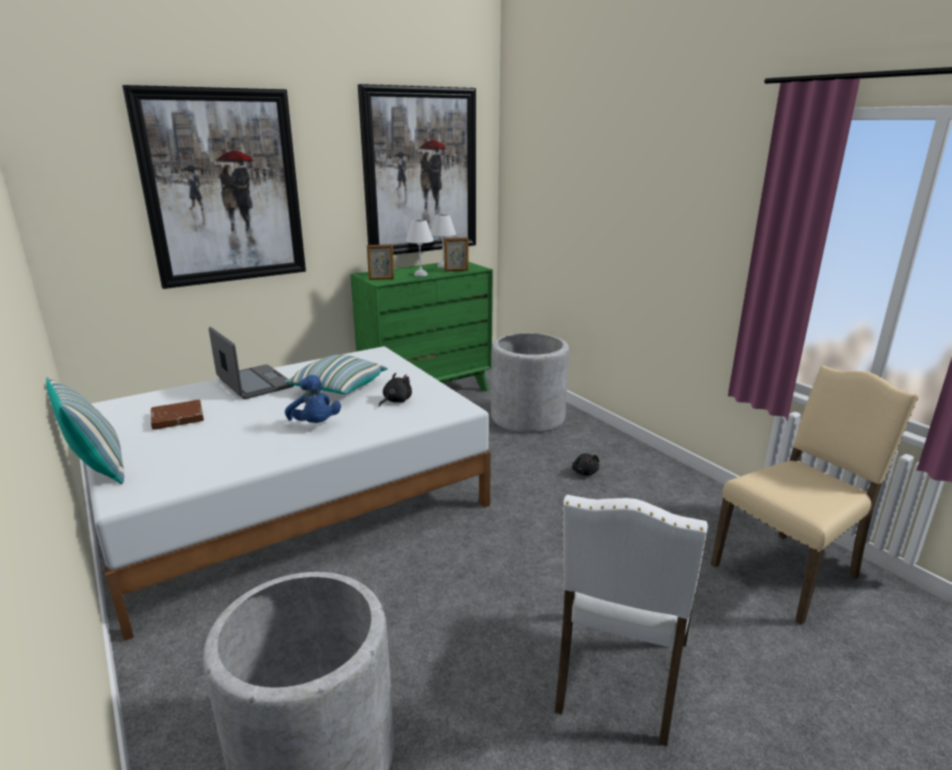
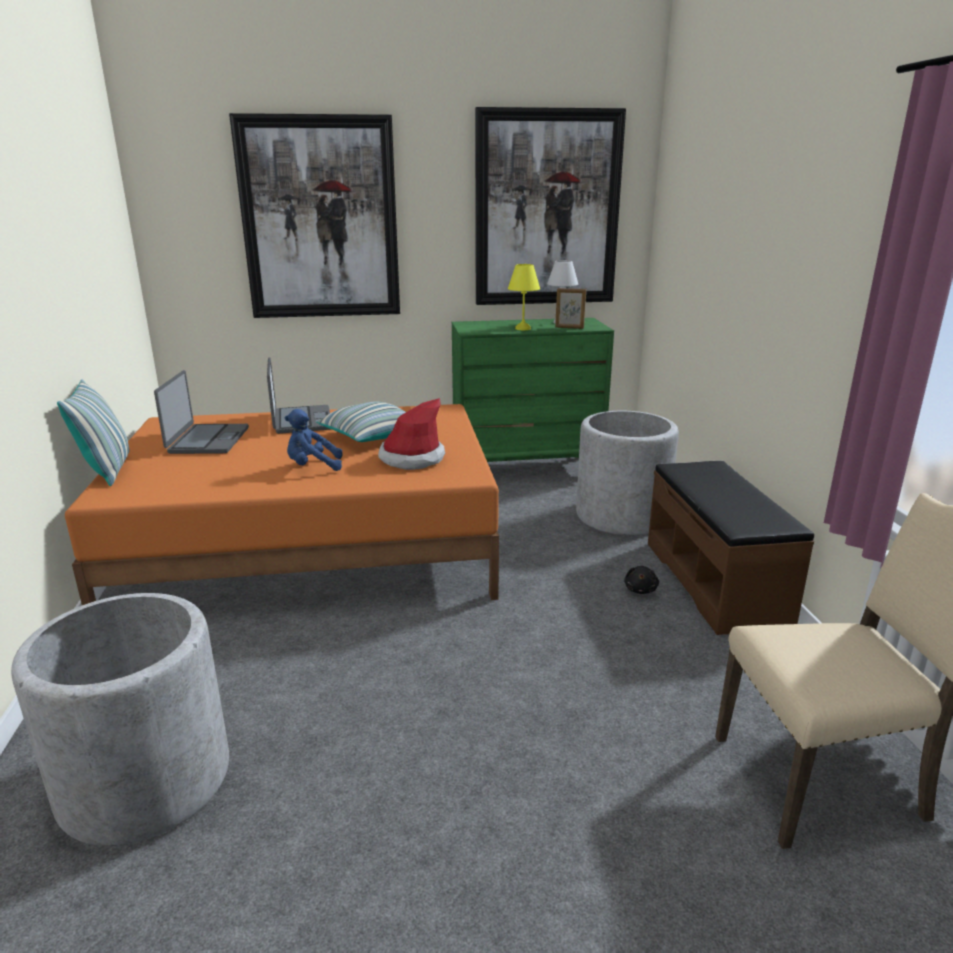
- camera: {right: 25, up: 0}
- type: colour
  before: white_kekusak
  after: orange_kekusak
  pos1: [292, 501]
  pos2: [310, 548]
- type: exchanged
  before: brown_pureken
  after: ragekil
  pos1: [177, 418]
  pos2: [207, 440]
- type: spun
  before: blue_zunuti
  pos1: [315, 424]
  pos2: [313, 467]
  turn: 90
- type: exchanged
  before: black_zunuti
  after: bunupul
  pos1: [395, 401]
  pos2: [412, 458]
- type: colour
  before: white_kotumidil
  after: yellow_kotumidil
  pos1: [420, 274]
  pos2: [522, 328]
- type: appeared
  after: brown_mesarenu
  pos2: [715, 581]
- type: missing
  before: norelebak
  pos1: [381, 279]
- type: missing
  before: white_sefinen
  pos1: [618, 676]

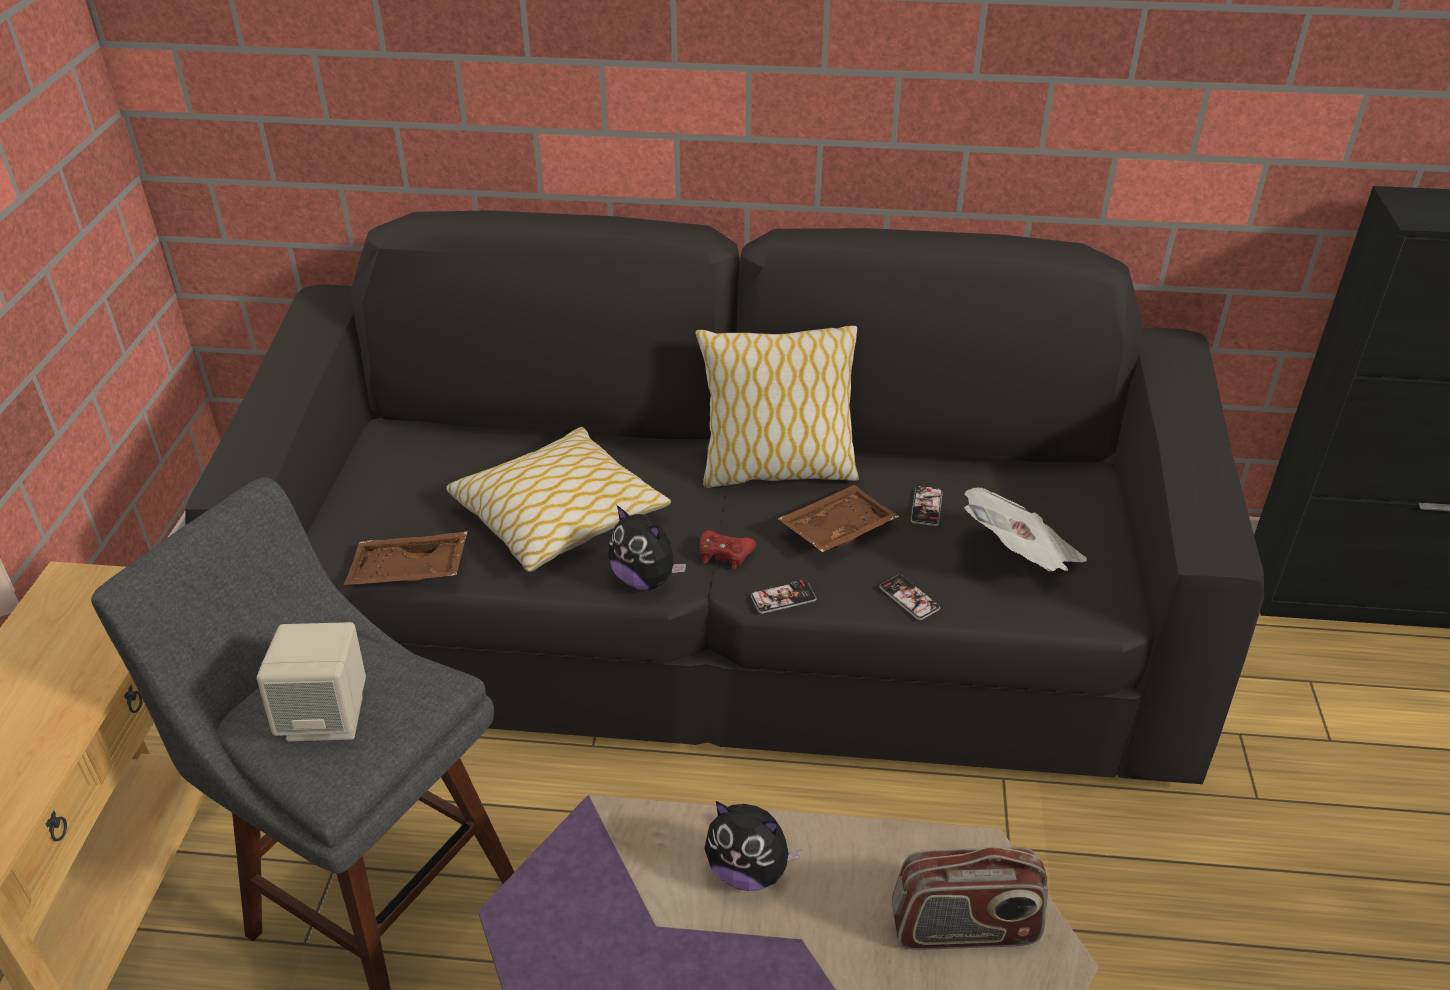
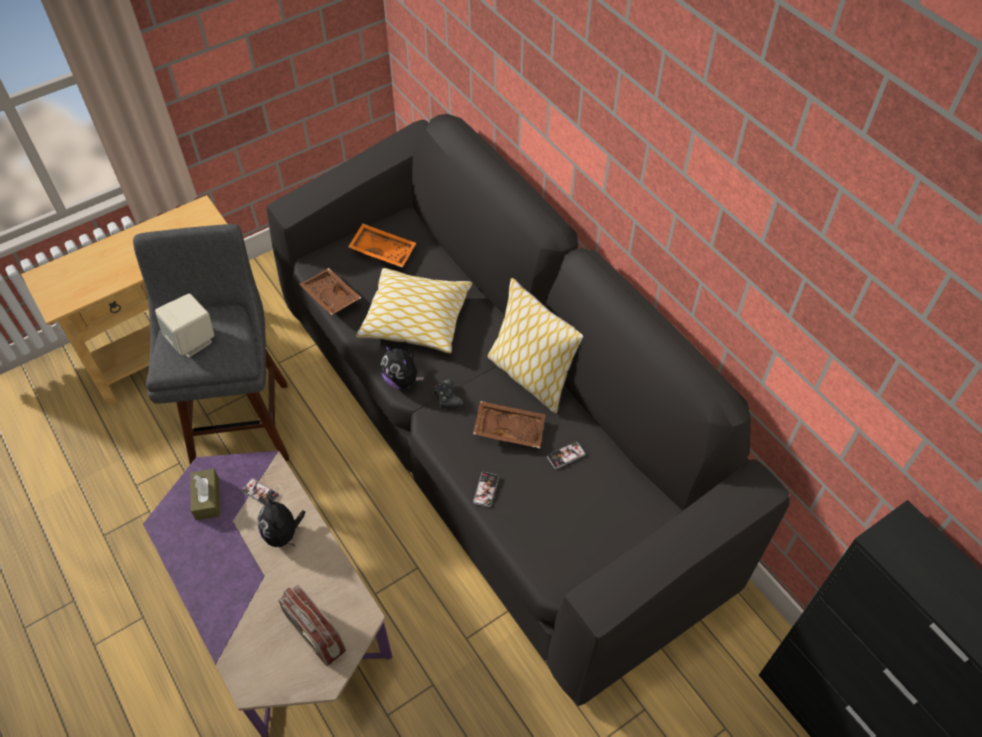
- camera: {right: 50, up: 15}
- type: appeared
  after: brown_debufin
  pos2: [207, 499]
- type: relocated
  before: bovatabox
  pos1: [783, 598]
  pos2: [260, 493]
- type: appeared
  after: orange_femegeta
  pos2: [383, 250]
- type: spun
  before: zunuti
  pos1: [645, 579]
  pos2: [402, 380]
  turn: -45
- type: colour
  before: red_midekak
  after: black_midekak
  pos1: [725, 554]
  pos2: [447, 397]
- type: missing
  before: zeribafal
  pos1: [1020, 557]

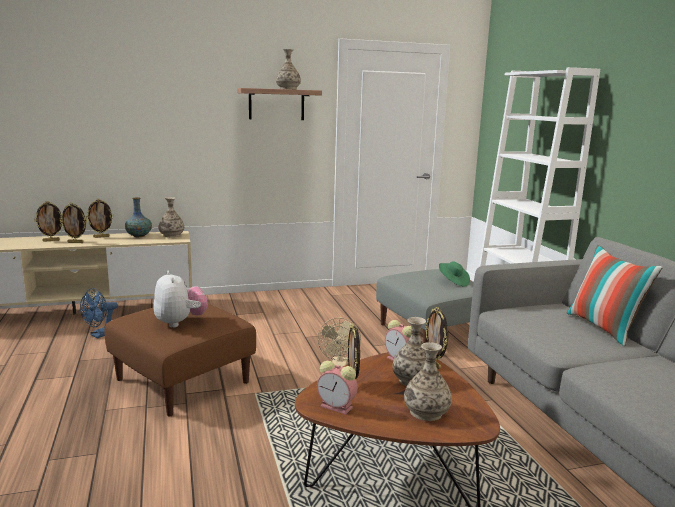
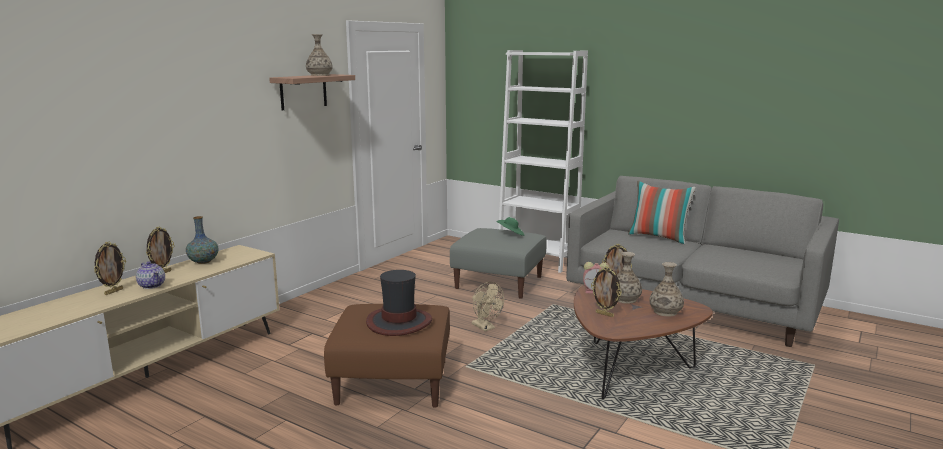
- camera: {right: -40, up: 0}
- type: exchanged
  before: norelebak
  after: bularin
  pos1: [76, 242]
  pos2: [152, 285]
- type: exchanged
  before: zunuti
  after: bunupul
  pos1: [180, 322]
  pos2: [399, 322]
- type: missing
  before: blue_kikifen
  pos1: [100, 335]
- type: missing
  before: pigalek
  pos1: [172, 235]
- type: missing
  before: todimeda
  pos1: [338, 407]

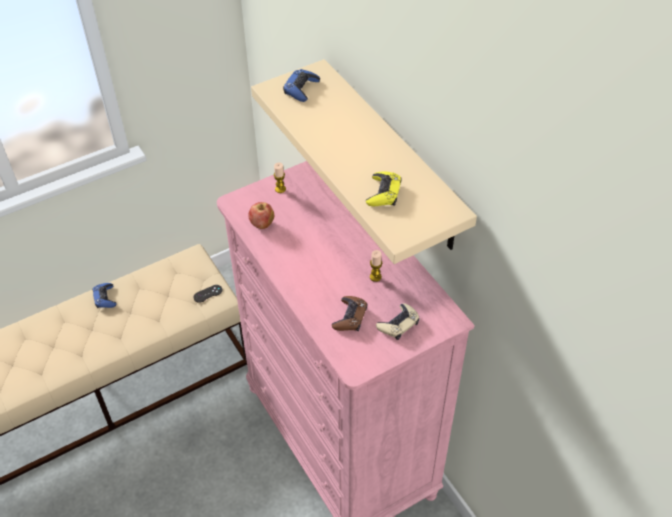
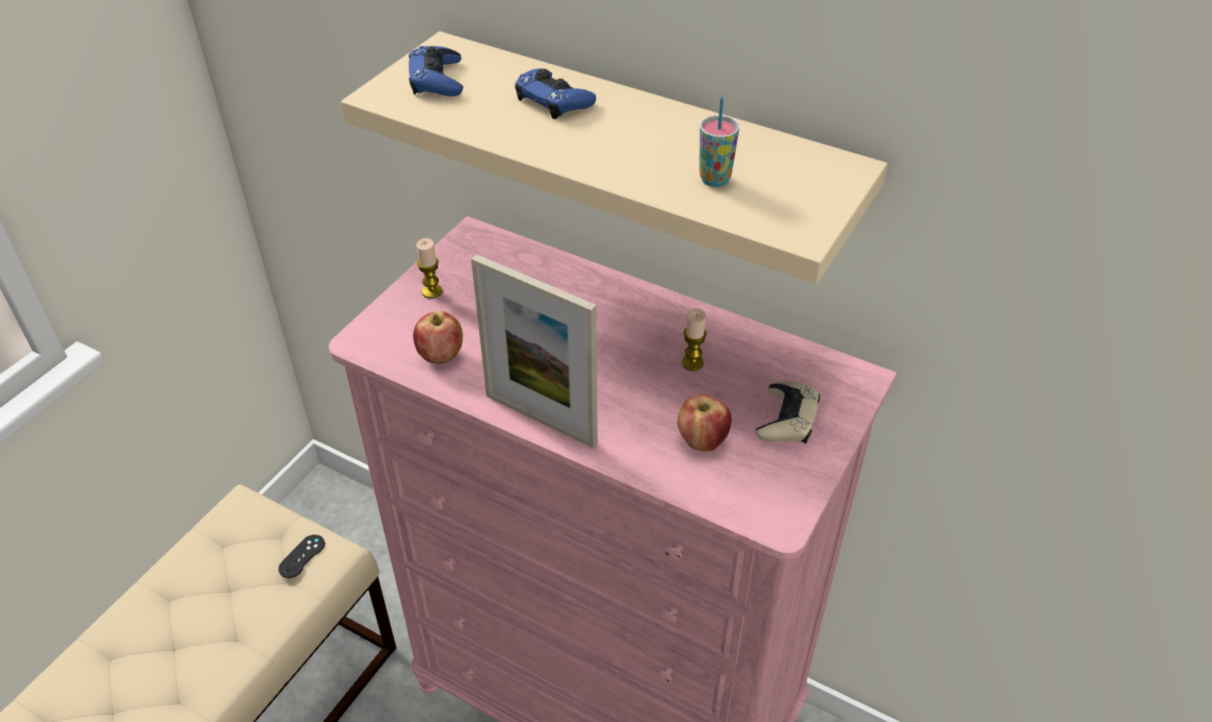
- camera: {right: -30, up: -5}
- type: appeared
  after: norelebak
  pos2: [540, 419]
- type: relocated
  before: blue_midekak
  pos1: [105, 298]
  pos2: [553, 100]
- type: exchanged
  before: brown_midekak
  after: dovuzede
  pos1: [350, 317]
  pos2: [702, 441]
- type: exchanged
  before: yellow_midekak
  after: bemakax
  pos1: [383, 193]
  pos2: [715, 179]

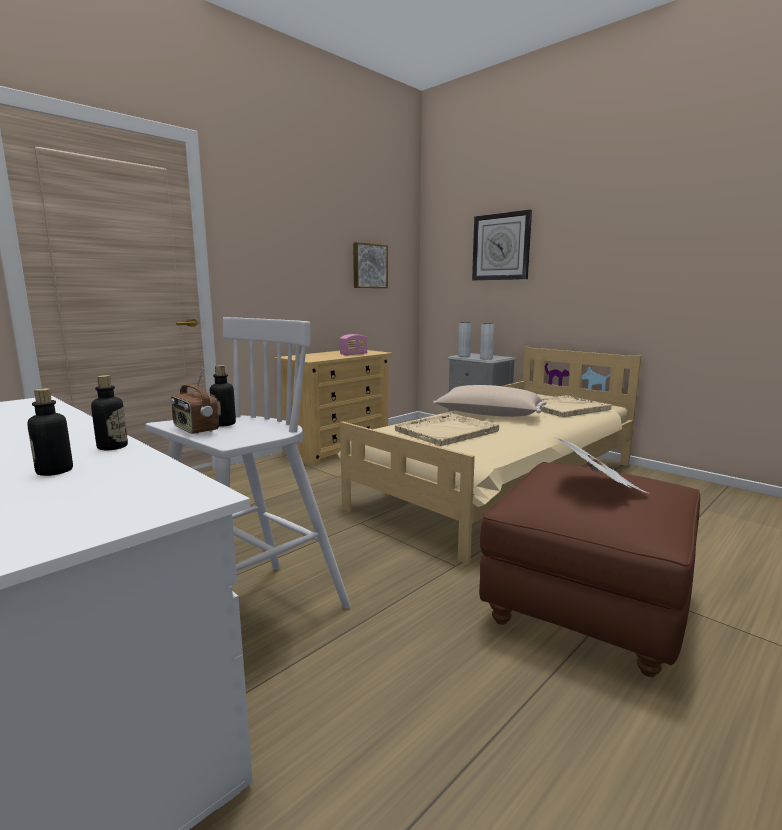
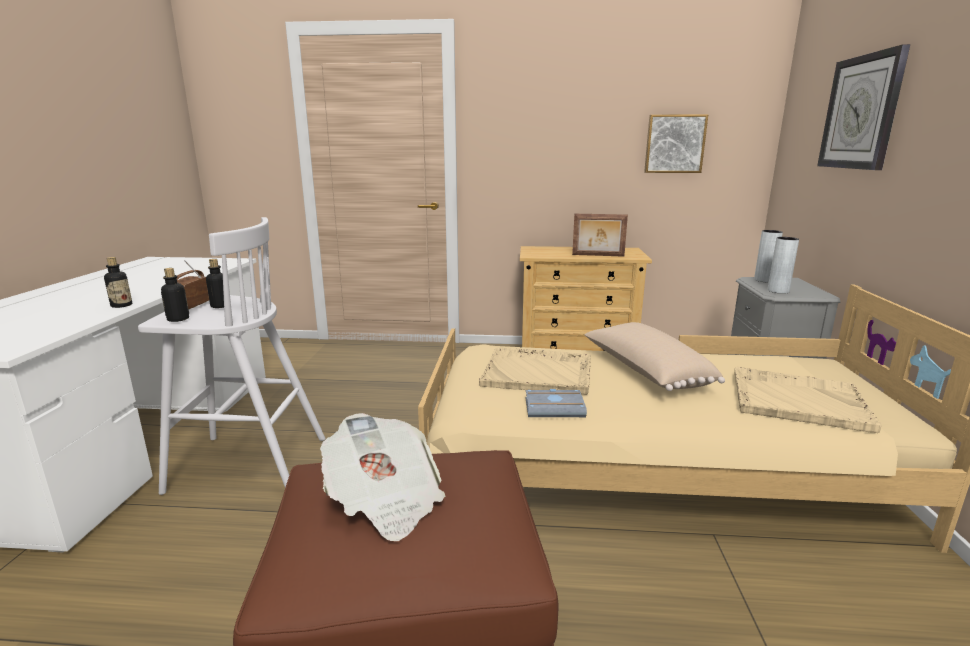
- camera: {right: 50, up: 5}
- type: relocated
  before: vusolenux
  pos1: [55, 471]
  pos2: [178, 319]
- type: appeared
  after: grey_pureken
  pos2: [555, 407]
- type: exchanged
  before: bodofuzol
  after: norelebak
  pos1: [353, 354]
  pos2: [598, 255]

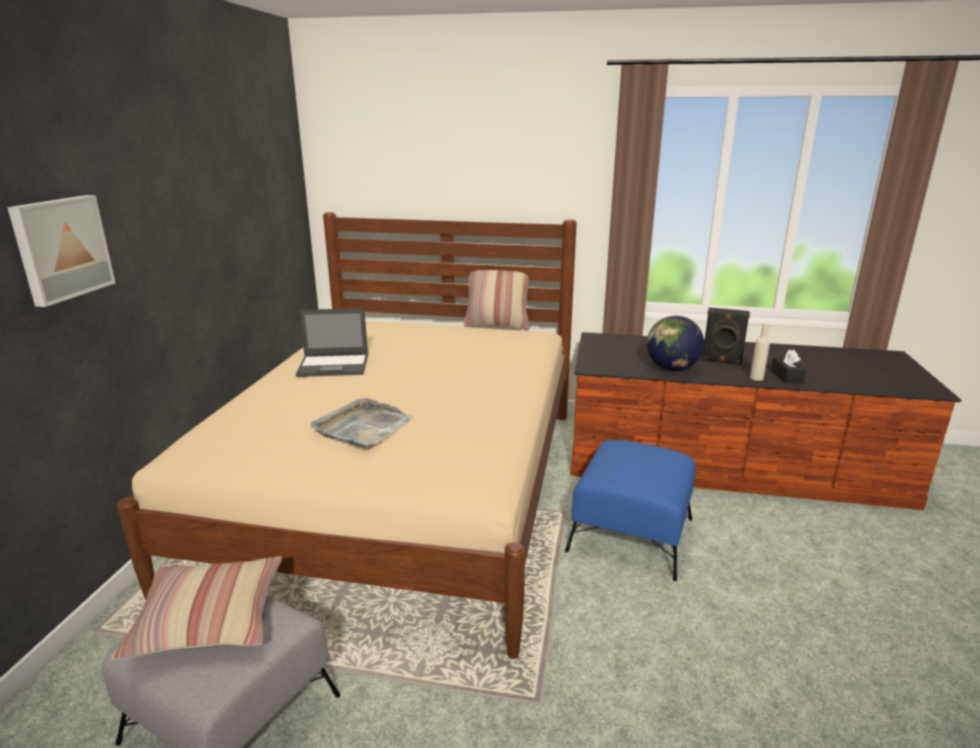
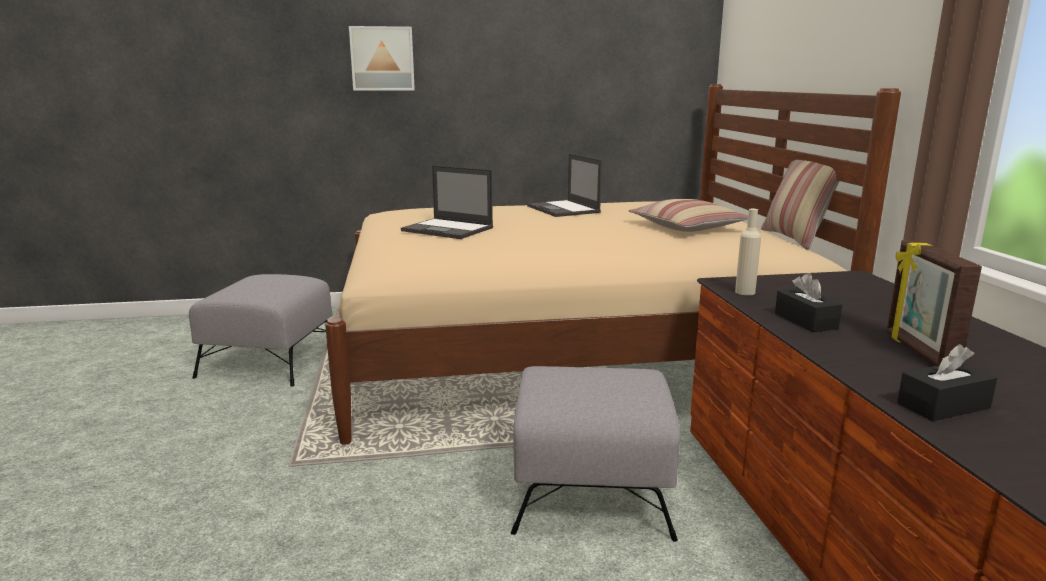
- camera: {right: 70, up: -5}
- type: exchanged
  before: grey_femegeta
  after: ragekil
  pos1: [362, 427]
  pos2: [448, 229]
- type: colour
  before: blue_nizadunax
  after: grey_nizadunax
  pos1: [631, 534]
  pos2: [592, 490]
- type: relocated
  before: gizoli
  pos1: [209, 618]
  pos2: [687, 227]
- type: relocated
  before: beige_vusolenux
  pos1: [756, 378]
  pos2: [745, 292]
- type: exchanged
  before: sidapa
  after: black_debufin
  pos1: [672, 369]
  pos2: [805, 321]
- type: exchanged
  before: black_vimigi
  after: norelebak
  pos1: [721, 361]
  pos2: [918, 351]

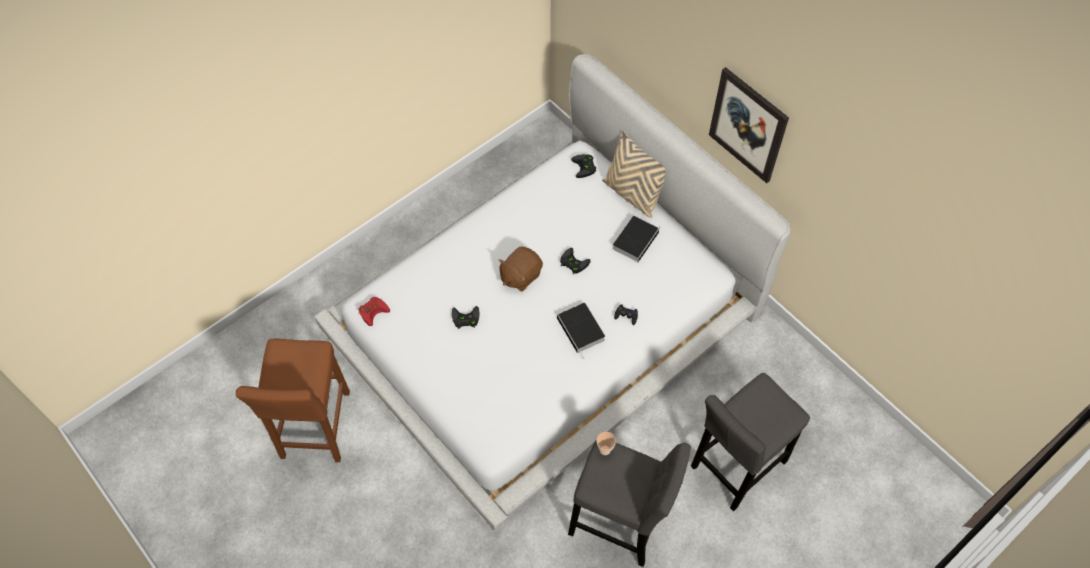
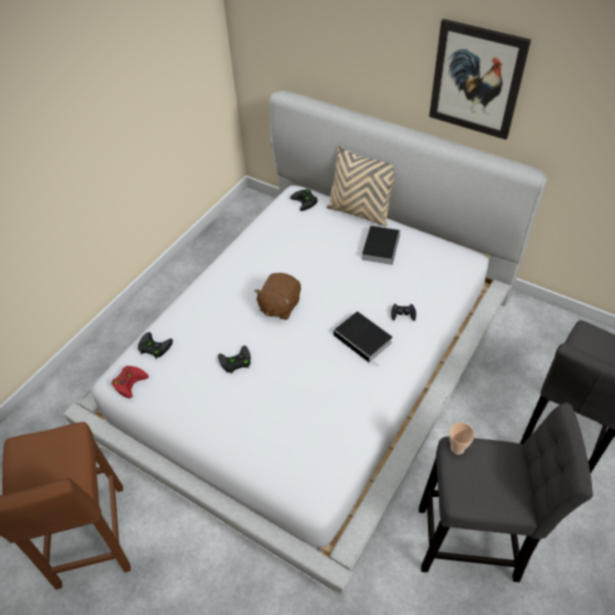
- camera: {right: -15, up: -10}
- type: relocated
  before: black_midekak
  pos1: [572, 262]
  pos2: [153, 347]

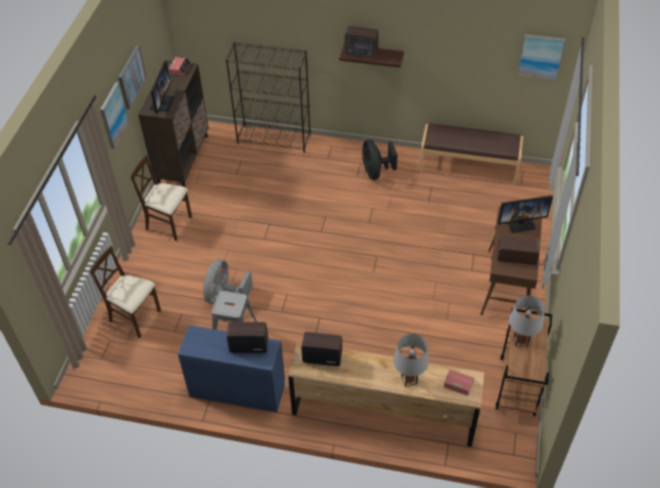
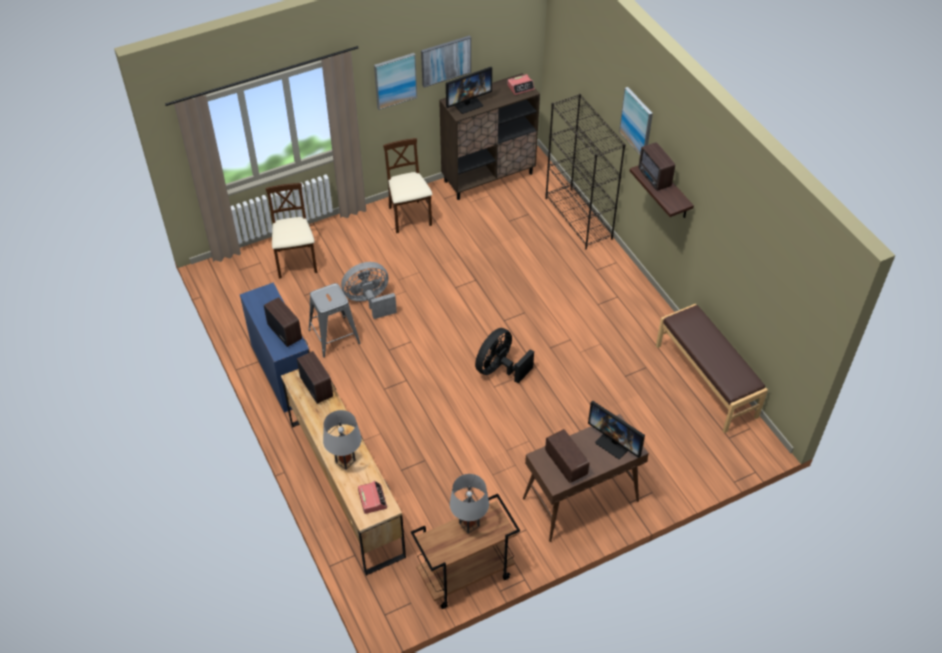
- camera: {right: 50, up: 0}
- type: relocated
  before: black_kikifen
  pos1: [375, 172]
  pos2: [499, 369]
- type: relocated
  before: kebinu
  pos1: [540, 56]
  pos2: [637, 122]

